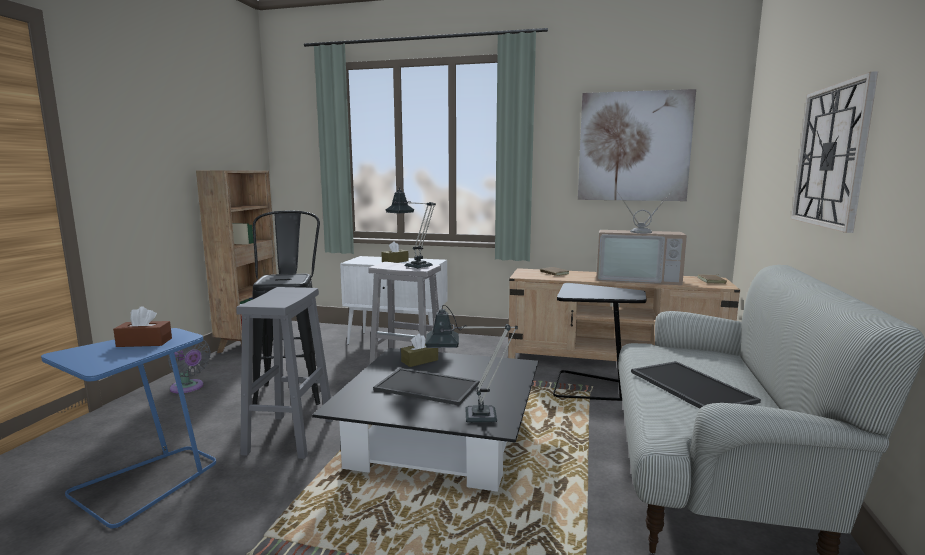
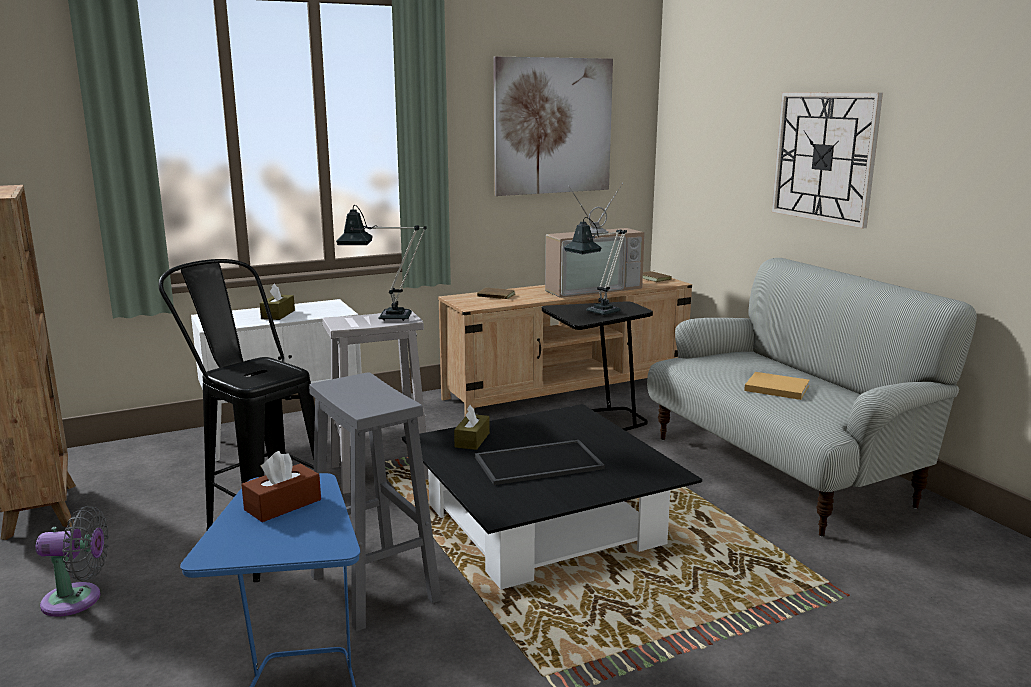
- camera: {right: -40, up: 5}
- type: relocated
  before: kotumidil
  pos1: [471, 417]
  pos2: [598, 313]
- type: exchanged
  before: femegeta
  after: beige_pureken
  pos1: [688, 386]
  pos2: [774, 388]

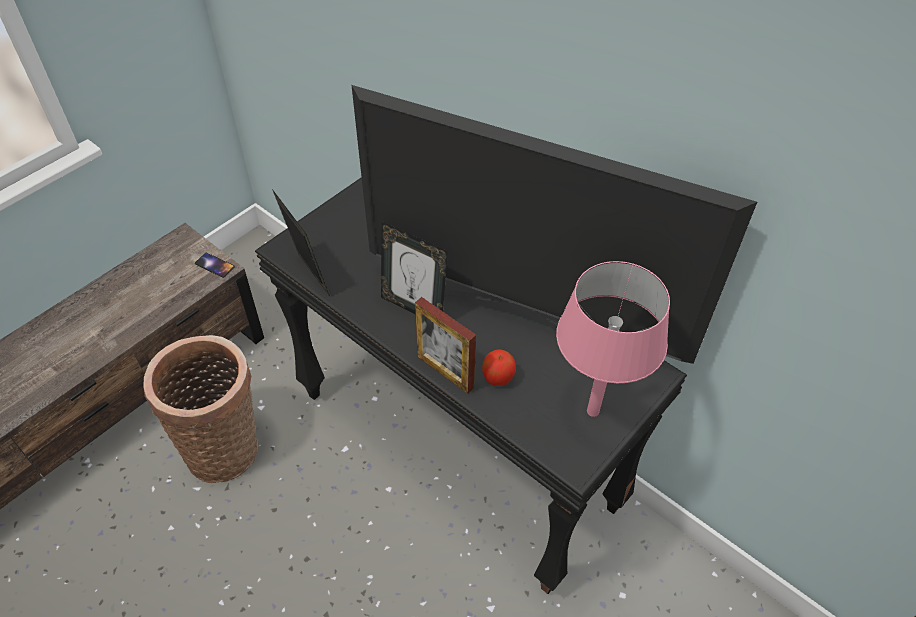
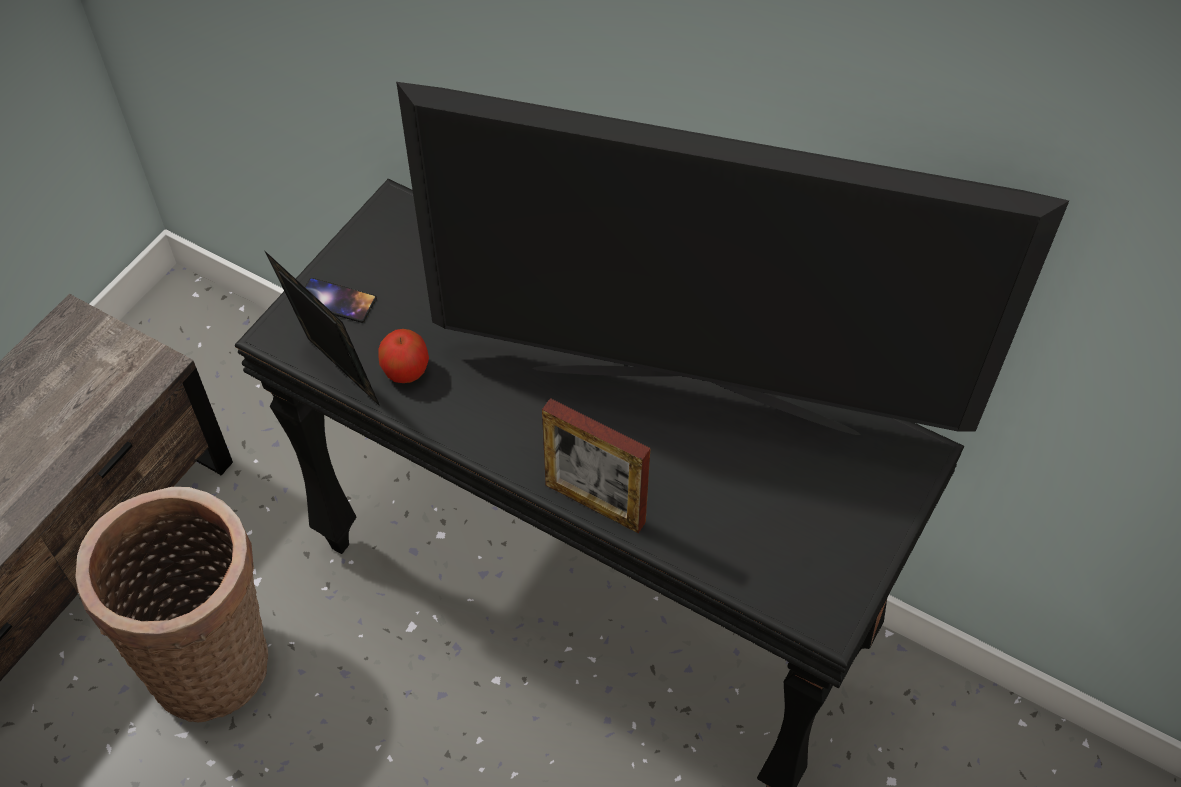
- camera: {right: -10, up: 5}
- type: relocated
  before: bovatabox
  pos1: [214, 265]
  pos2: [336, 300]
- type: relocated
  before: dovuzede
  pos1: [498, 377]
  pos2: [406, 371]
- type: missing
  before: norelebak
  pos1: [414, 308]
- type: missing
  before: pink_kotumidil
  pos1: [592, 411]

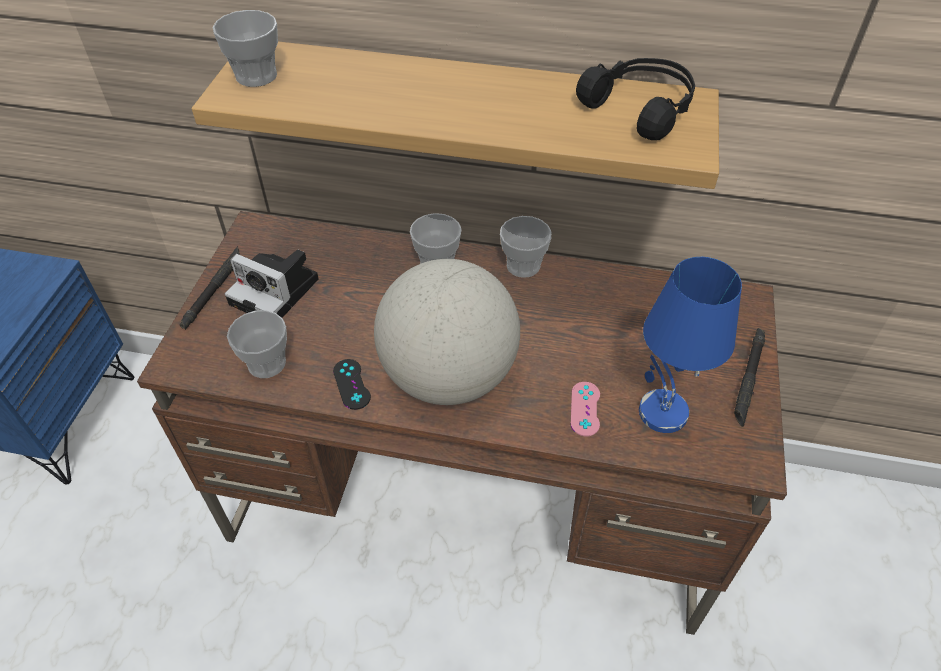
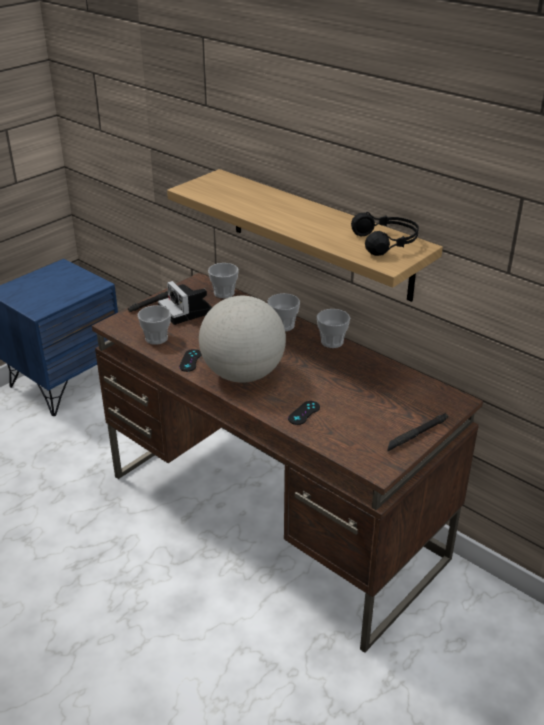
- camera: {right: 30, up: -15}
- type: relocated
  before: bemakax
  pos1: [256, 76]
  pos2: [224, 293]
- type: colour
  before: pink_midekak
  after: black_midekak
  pos1: [585, 409]
  pos2: [304, 413]
- type: missing
  before: blue_kotumidil
  pos1: [661, 412]

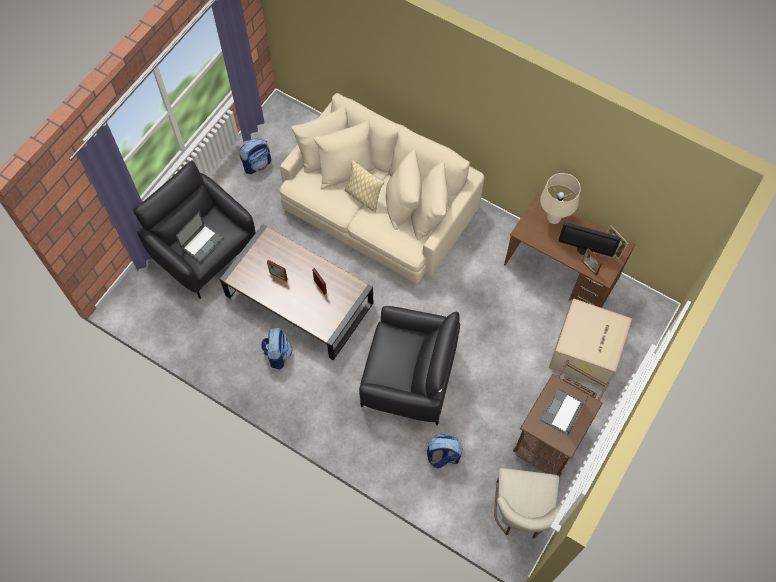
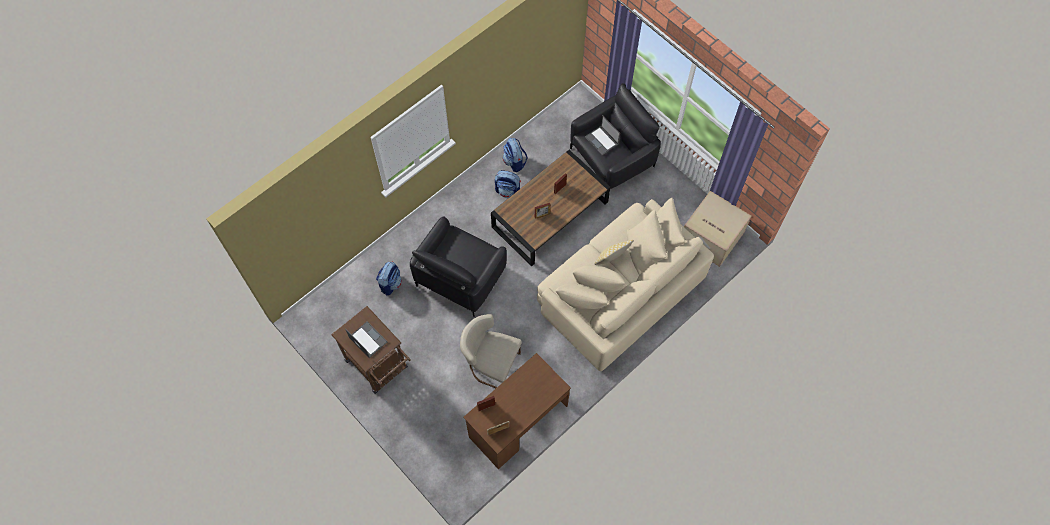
- camera: {right: 105, up: 0}
- type: relocated
  before: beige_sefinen
  pos1: [521, 513]
  pos2: [490, 364]
- type: relocated
  before: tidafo
  pos1: [257, 164]
  pos2: [514, 162]
- type: relocated
  before: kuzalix
  pos1: [586, 353]
  pos2: [710, 237]
- type: missing
  before: beige_kotumidil
  pos1: [553, 219]
- type: missing
  before: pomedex
  pos1: [585, 249]

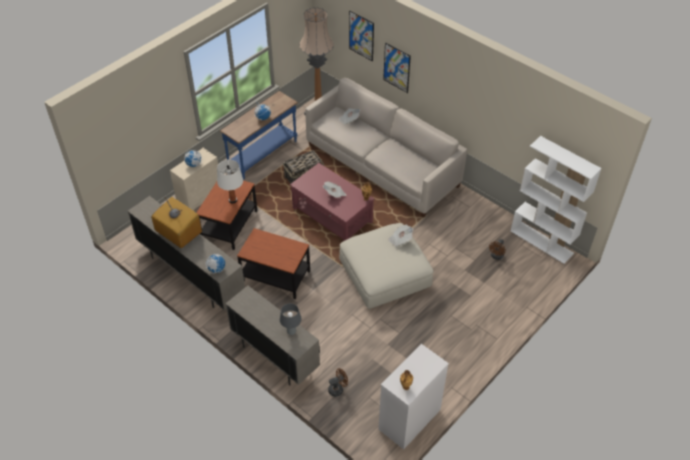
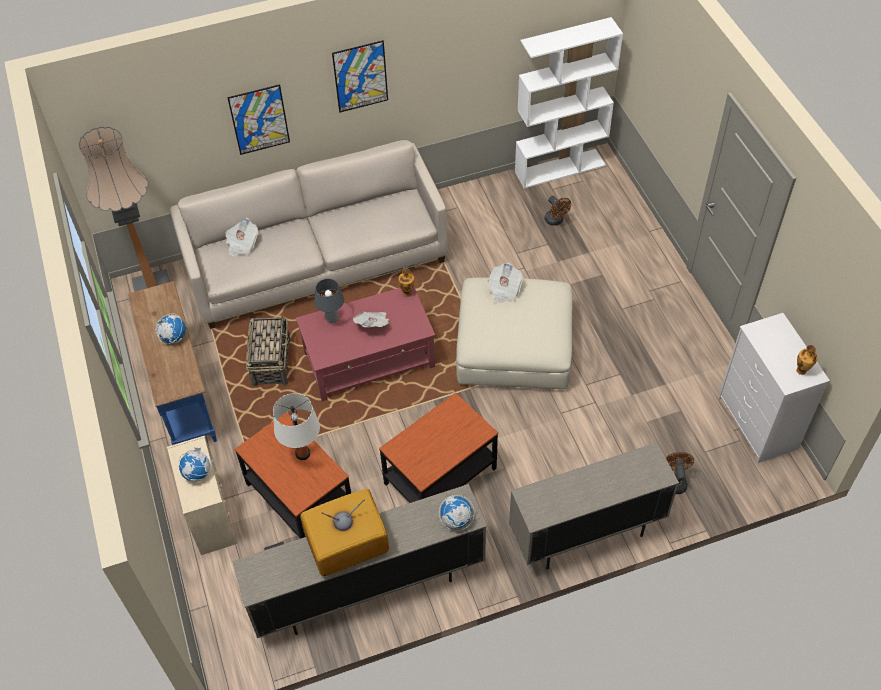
- camera: {right: -60, up: 5}
- type: relocated
  before: grey_kotumidil
  pos1: [291, 332]
  pos2: [332, 318]
- type: relocated
  before: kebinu
  pos1: [361, 36]
  pos2: [360, 76]

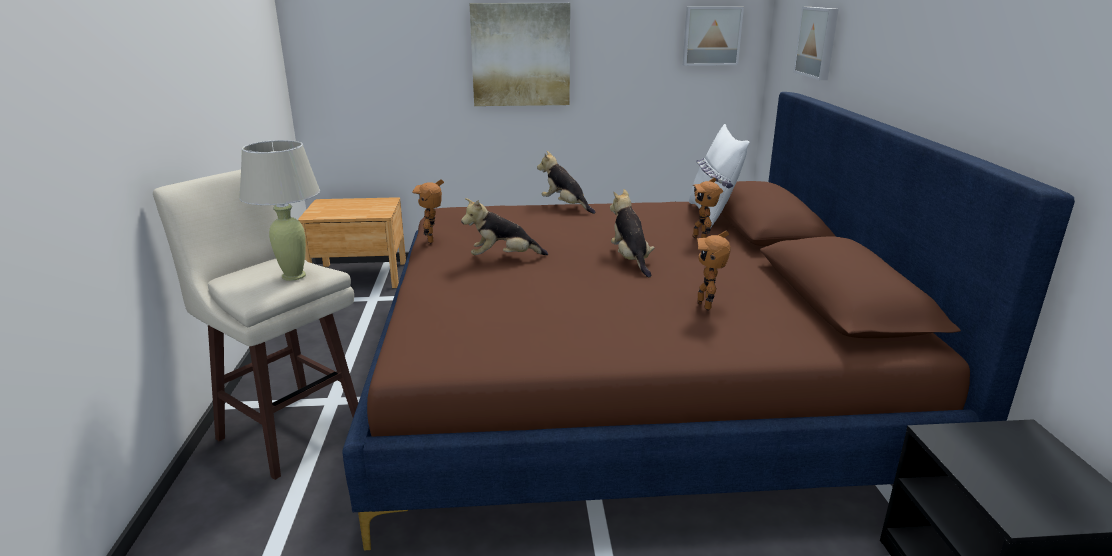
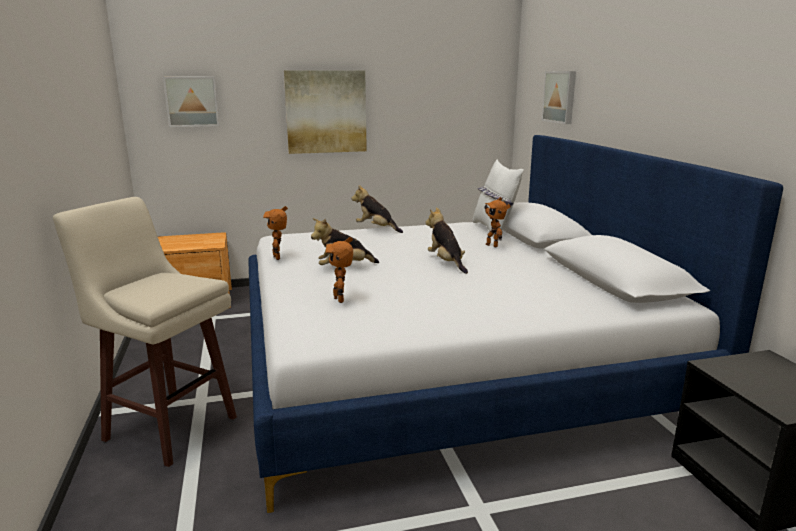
- camera: {right: -10, up: -5}
- type: relocated
  before: kebinu
  pos1: [711, 36]
  pos2: [192, 101]
- type: colour
  before: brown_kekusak
  after: white_kekusak
  pos1: [628, 379]
  pos2: [446, 361]
- type: relocated
  before: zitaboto
  pos1: [707, 305]
  pos2: [341, 299]
- type: missing
  before: beige_kotumidil
  pos1: [293, 276]

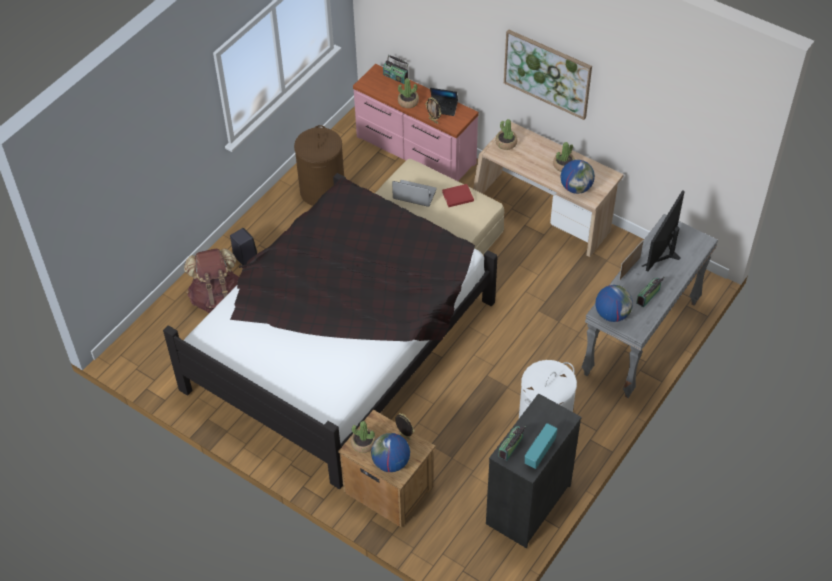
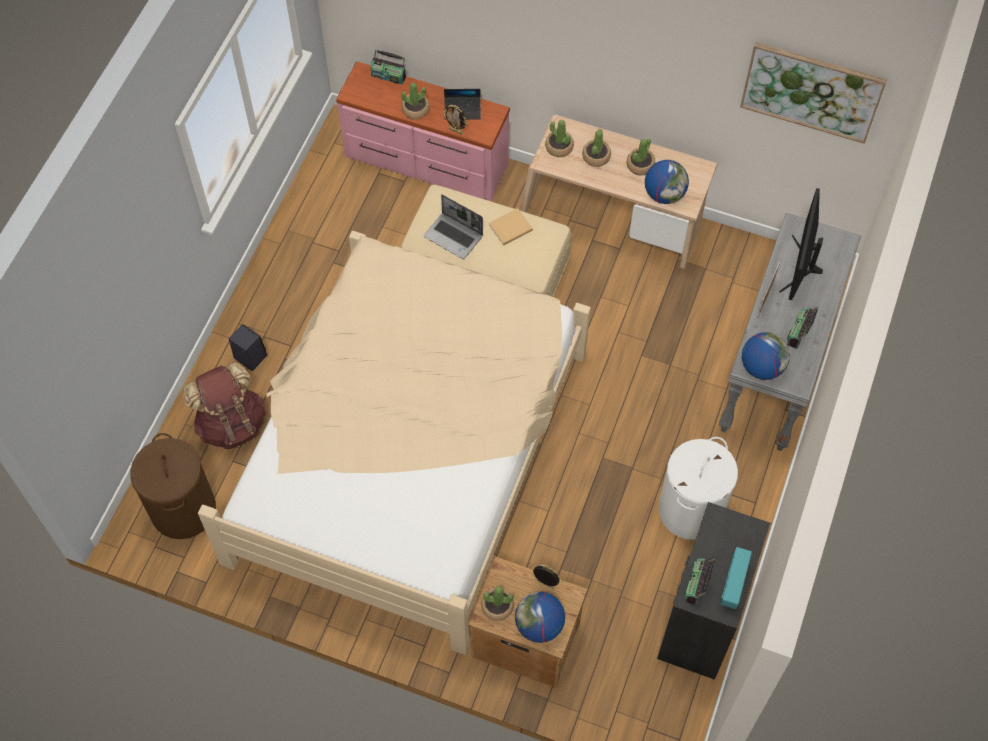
- camera: {right: -15, up: 10}
- type: relocated
  before: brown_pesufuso
  pos1: [322, 191]
  pos2: [183, 509]
- type: colour
  before: black_kekusak
  after: beige_kekusak
  pos1: [340, 343]
  pos2: [408, 453]
- type: spun
  before: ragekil
  pos1: [414, 194]
  pos2: [454, 236]
  turn: -150
- type: colour
  before: red_pureken
  after: beige_pureken
  pos1: [456, 196]
  pos2: [509, 228]
- type: appeared
  after: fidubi
  pos2: [596, 156]
- type: relocated
  before: kebinu
  pos1: [547, 73]
  pos2: [811, 91]

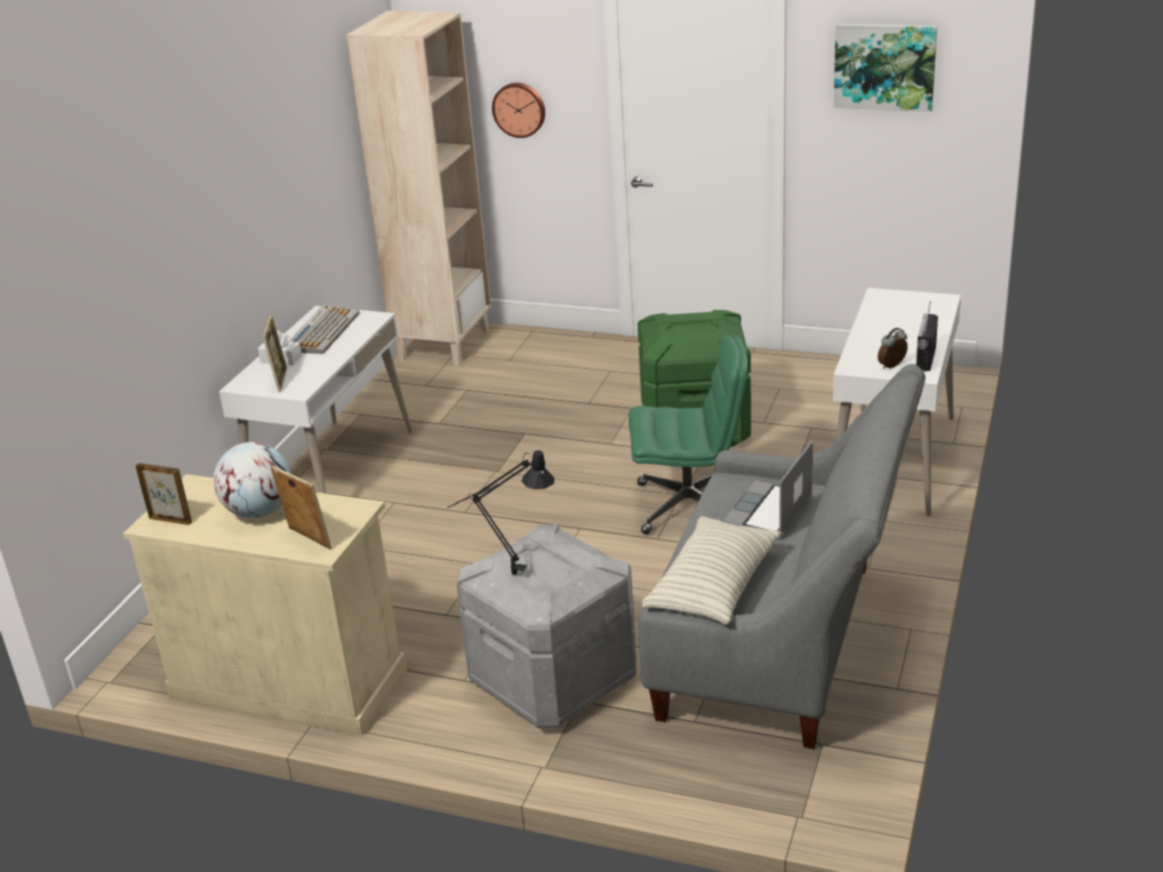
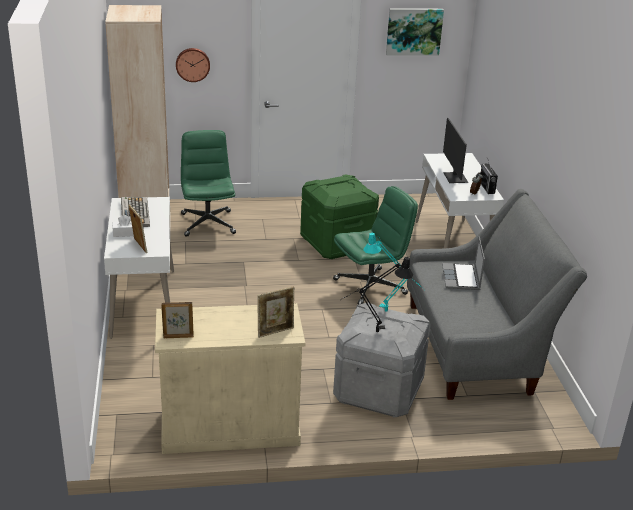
- camera: {right: -30, up: 0}
- type: appeared
  after: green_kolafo
  pos2: [207, 223]
- type: spun
  before: norelebak
  pos1: [307, 539]
  pos2: [275, 331]
  turn: 135
- type: appeared
  after: turquoise_kotumidil
  pos2: [390, 313]
- type: appeared
  after: pomedex
  pos2: [454, 177]
- type: missing
  before: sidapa
  pos1: [259, 512]
- type: missing
  before: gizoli
  pos1: [713, 587]

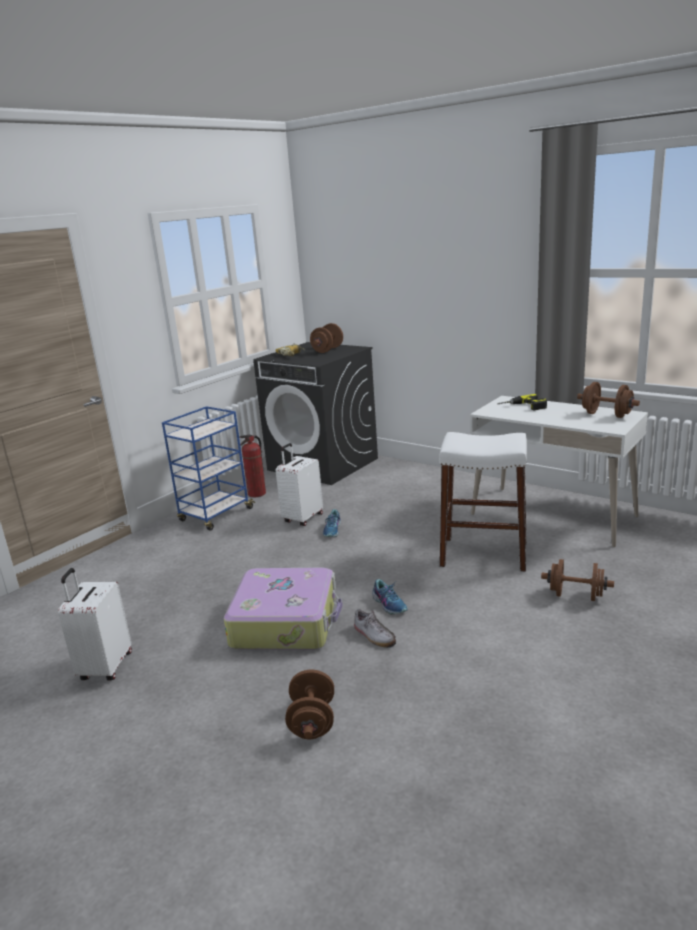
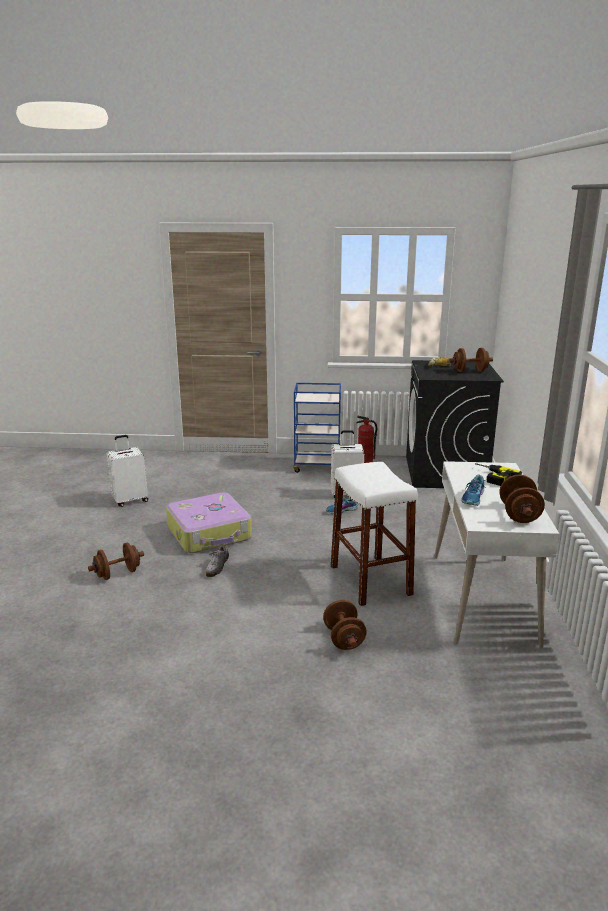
- camera: {right: 55, up: 0}
- type: relocated
  before: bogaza
  pos1: [389, 604]
  pos2: [473, 498]

